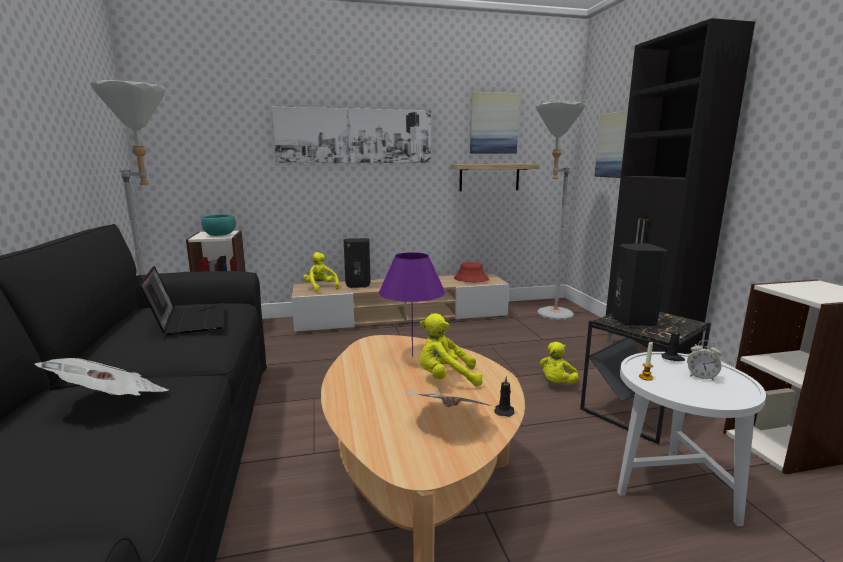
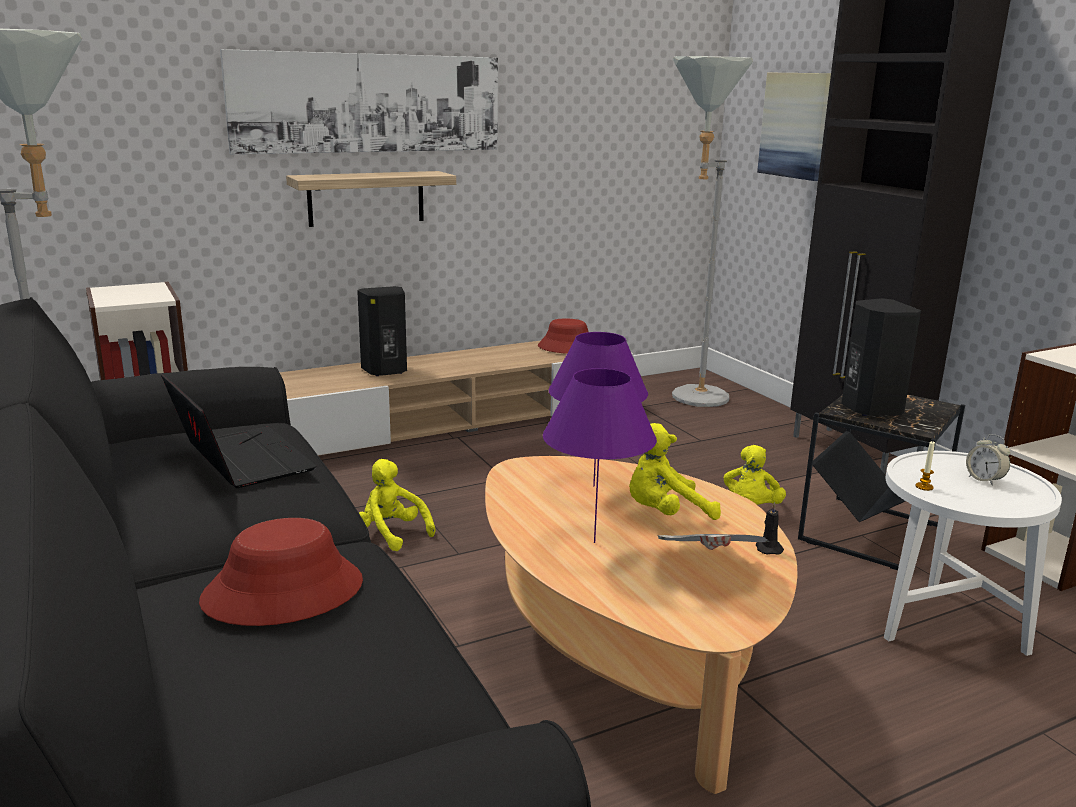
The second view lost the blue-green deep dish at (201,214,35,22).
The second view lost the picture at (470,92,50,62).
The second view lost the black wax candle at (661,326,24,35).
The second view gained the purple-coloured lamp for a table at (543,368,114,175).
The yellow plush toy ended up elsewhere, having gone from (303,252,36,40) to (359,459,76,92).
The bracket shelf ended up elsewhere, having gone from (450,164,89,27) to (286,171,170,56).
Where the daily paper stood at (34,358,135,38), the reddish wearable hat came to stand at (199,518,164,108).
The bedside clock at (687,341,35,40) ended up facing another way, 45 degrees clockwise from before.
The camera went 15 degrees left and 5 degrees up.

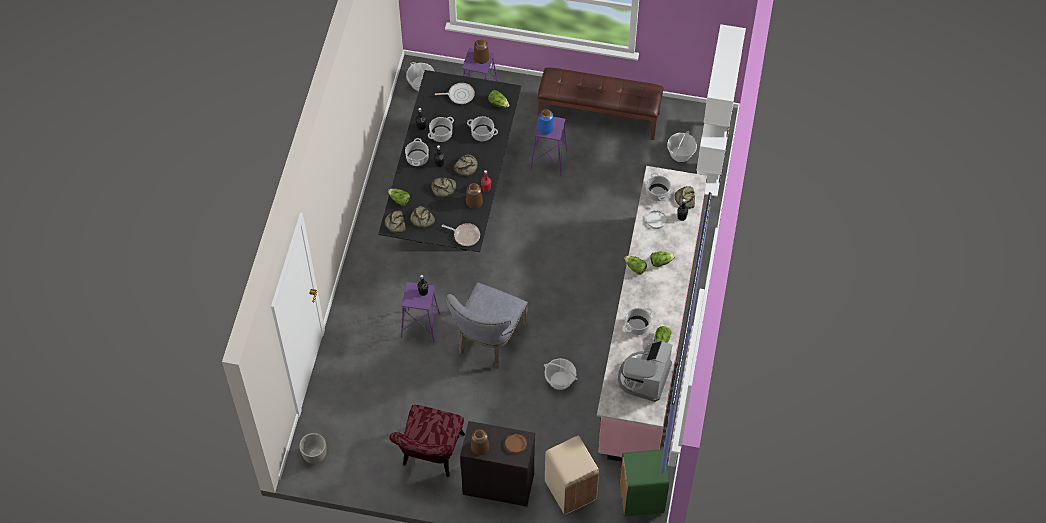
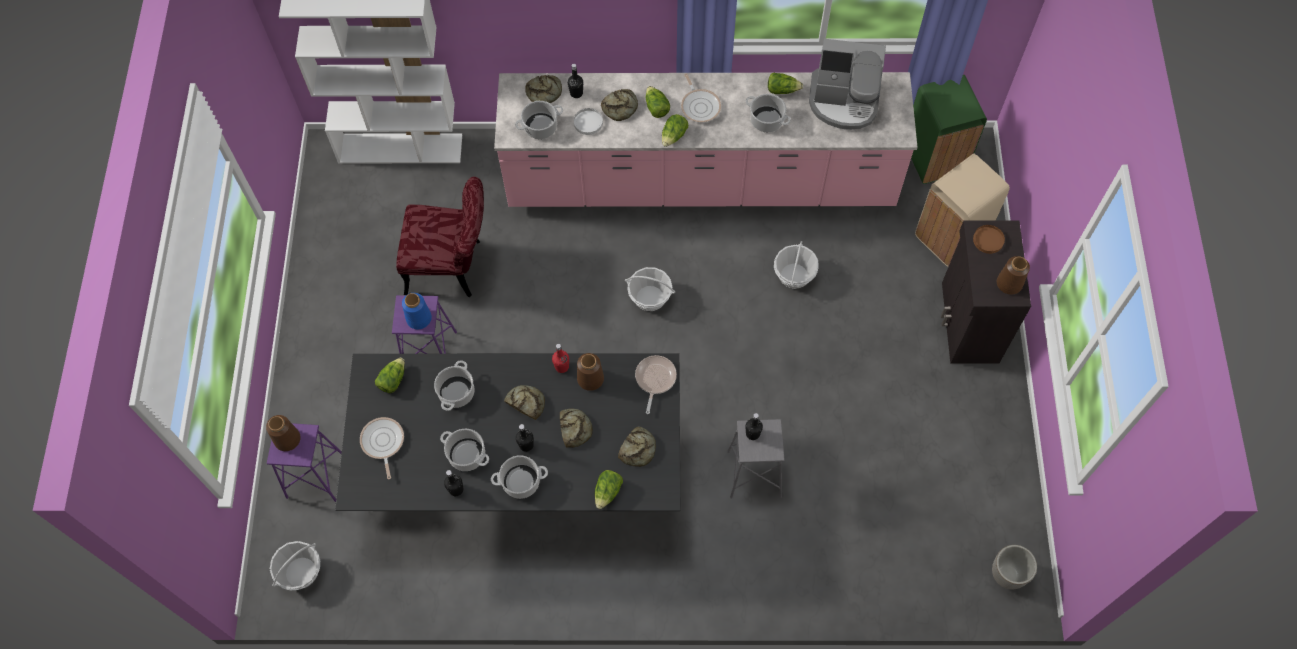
The second view lost the greyish chair at (446,283,82,86).
The second view lost the brownish bench at (538,67,125,73).
The second view gained the pan at (681,74,40,48).
The baked bread ended up elsewhere, having gone from (385,211,21,22) to (601,89,37,32).
The reddish chair ended up elsewhere, having gone from (389,405,76,72) to (396,177,88,120).
The basket ended up elsewhere, having gone from (667,131,30,31) to (625,267,50,44).
What was the purple-coloured sitting stool at (401,282,39,61) turned into the greyish sitting stool at (727,419,58,79).
The camera went 100 degrees left and 5 degrees up.

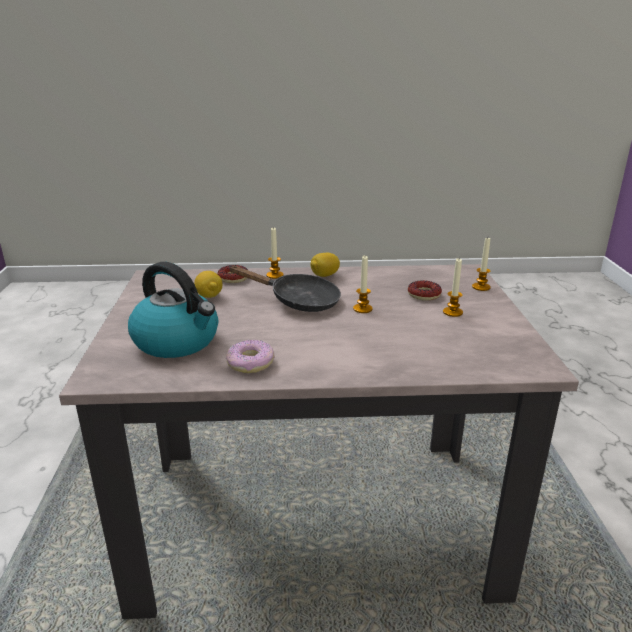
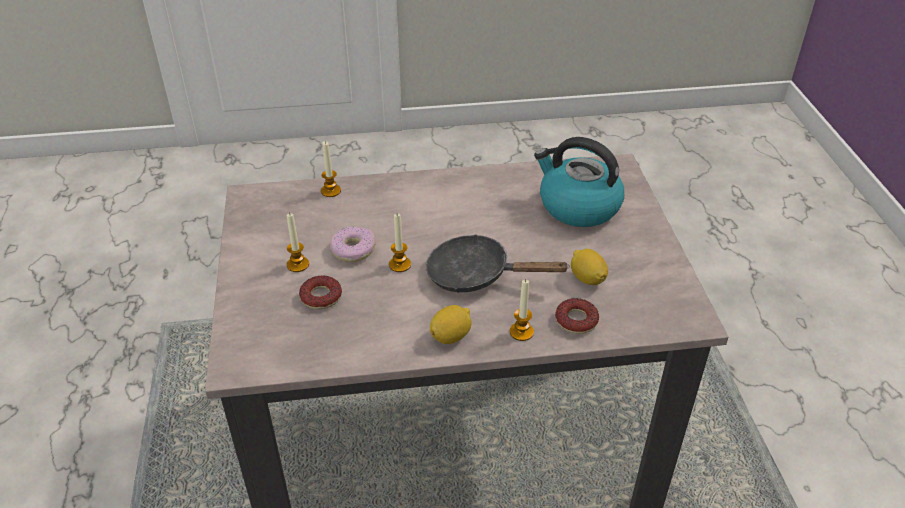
The doughnut ended up elsewhere, having gone from (226,340,49,33) to (330,226,46,36).
The wax candle ended up elsewhere, having gone from (472,238,19,53) to (321,141,20,56).
The camera went 175 degrees right and 15 degrees up.

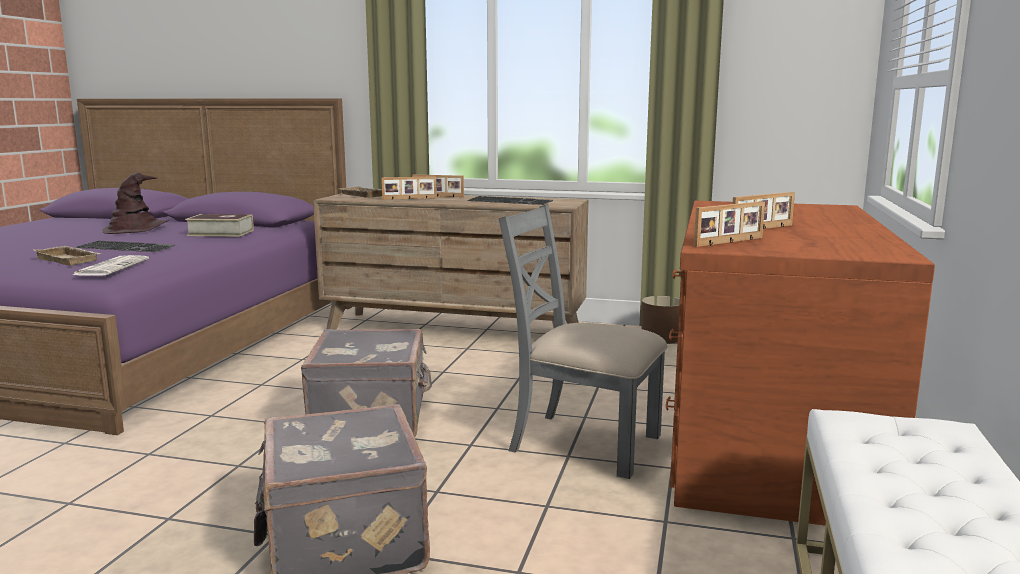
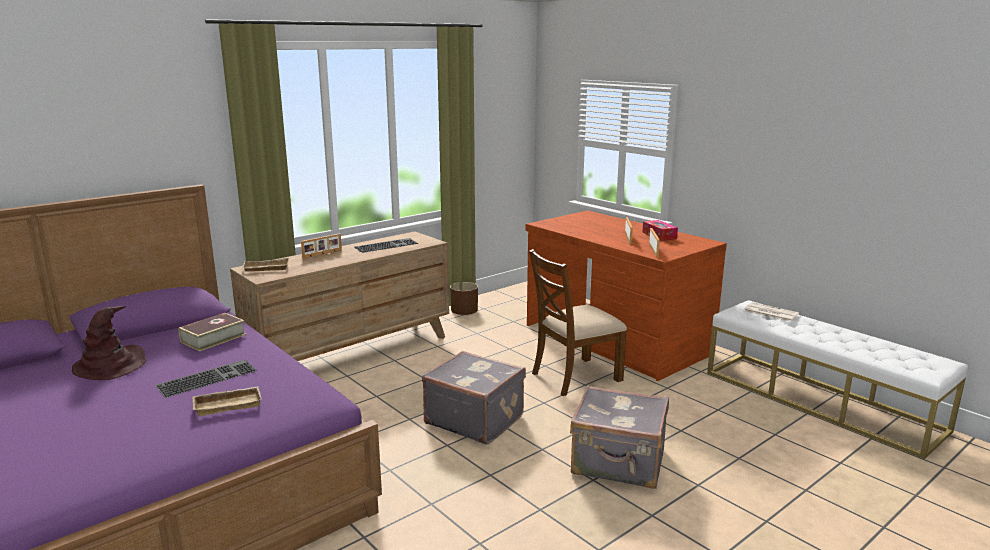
The second view lost the standing frame at (382,176,55,24).
The second view gained the tissue box at (642,220,36,21).
The daily paper ended up elsewhere, having gone from (73,255,76,21) to (744,302,55,20).
What was the greyish chair at (499,204,168,275) turned into the brownish chair at (529,249,98,147).
The camera went 55 degrees left and 5 degrees up.

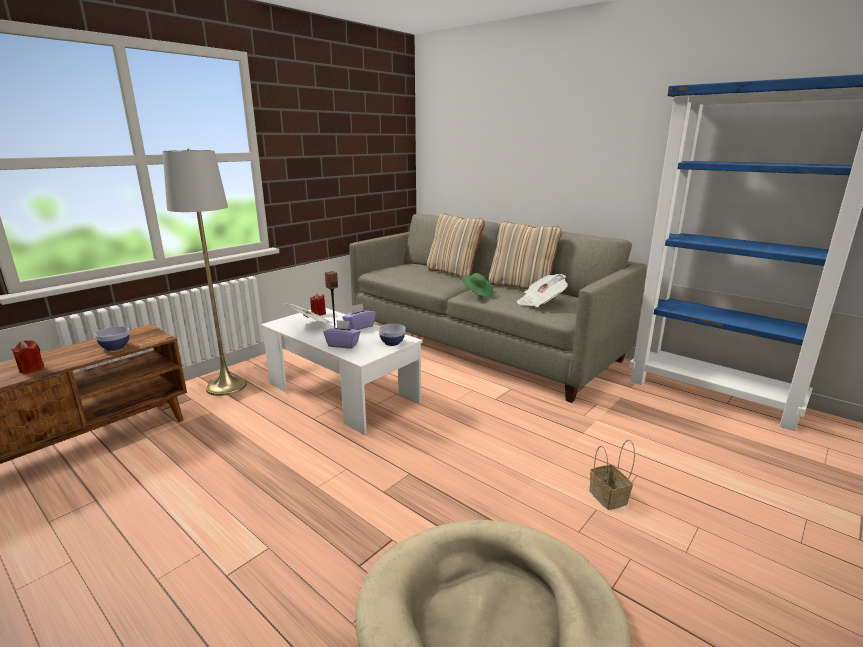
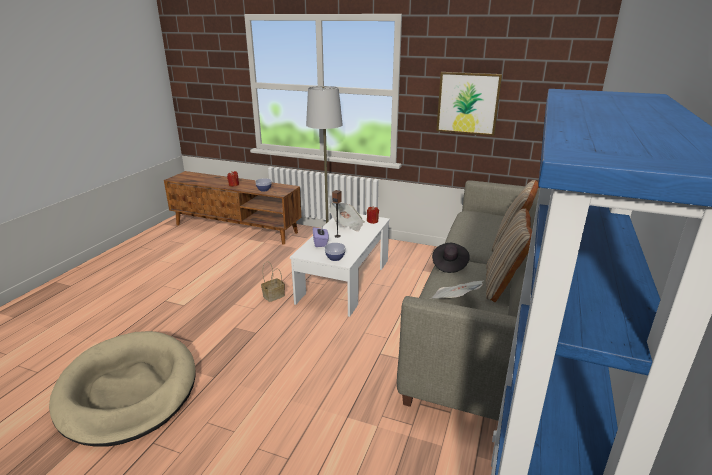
The second view lost the purple-coloured tissue box at (342,303,34,27).
The second view gained the picture at (436,72,66,64).
The basket ended up elsewhere, having gone from (589,439,46,71) to (261,261,24,41).
What was the green-coloured wearable hat at (462,273,31,24) turned into the black wearable hat at (432,243,38,30).
The camera went 70 degrees right and 5 degrees up.

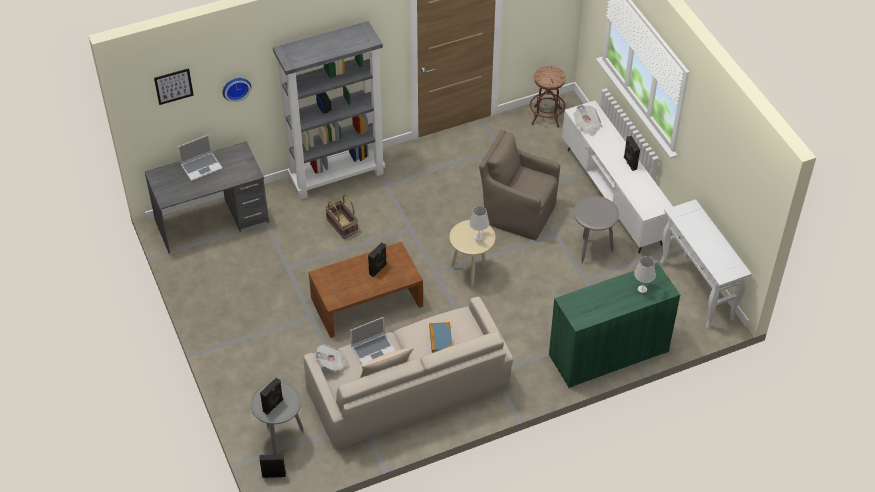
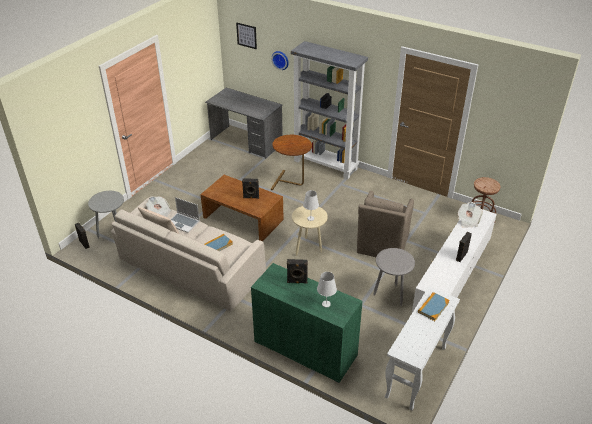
The second view lost the notebook computer at (178,134,45,47).
The second view gained the bound book at (418,292,32,29).
The black speaker ended up elsewhere, having gone from (260,378,23,37) to (287,259,21,25).
Where the basket stood at (325,194,33,45), the brownish side table came to stand at (271,135,41,55).
The brownish armchair at (479,130,81,110) ended up facing another way, 150 degrees counterclockwise from before.
The camera went 55 degrees right and 10 degrees down.

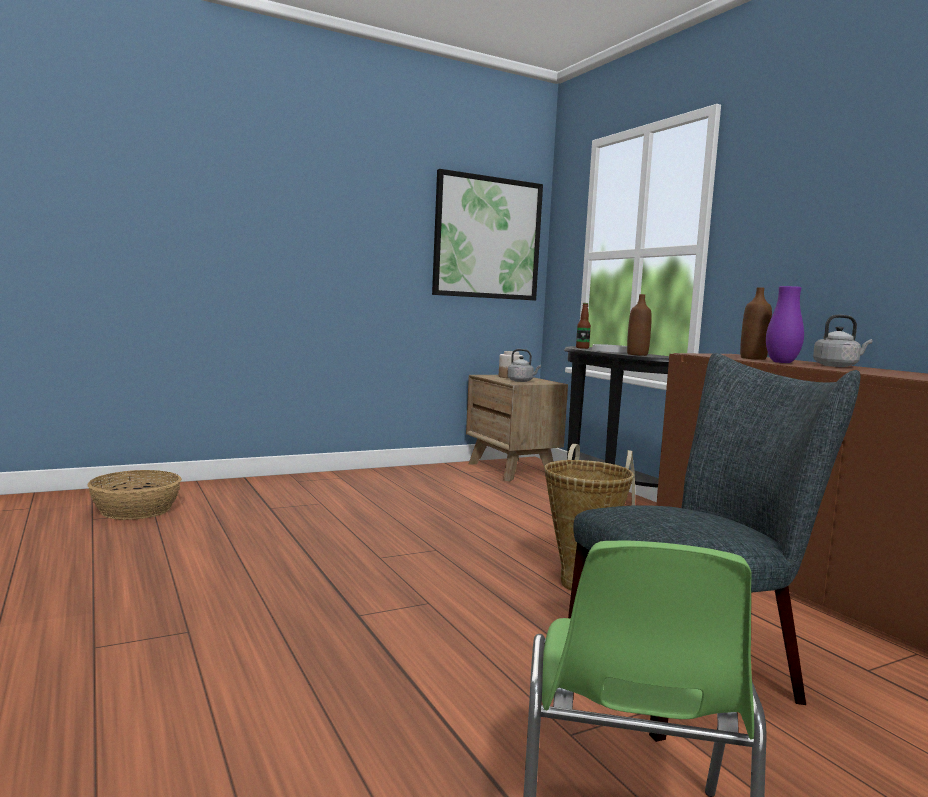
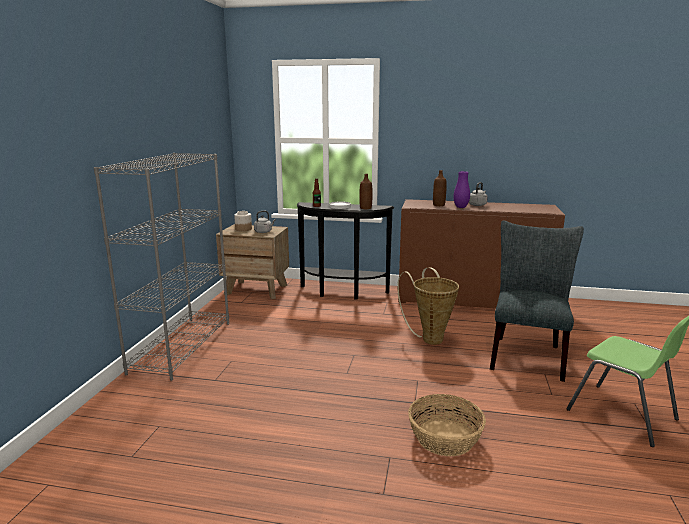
The second view lost the picture at (432,169,111,131).
The second view gained the greyish bookshelf at (94,153,135,228).
The basket ended up elsewhere, having gone from (87,470,95,50) to (408,394,78,62).
The camera went 50 degrees left and 10 degrees up.

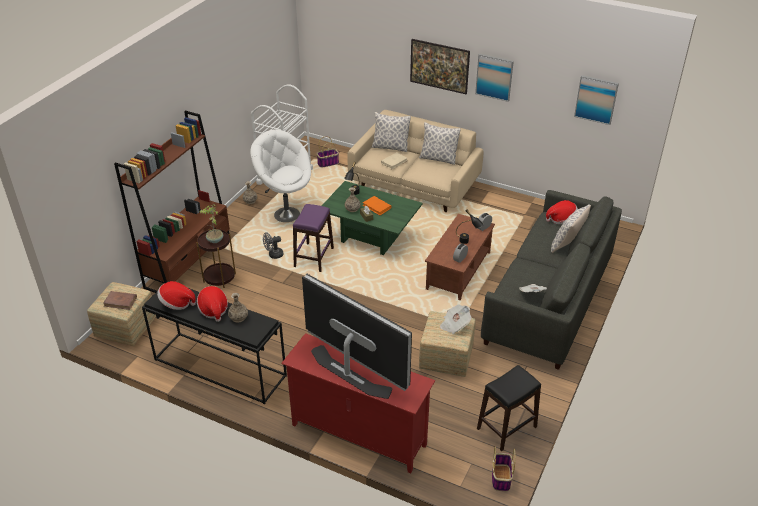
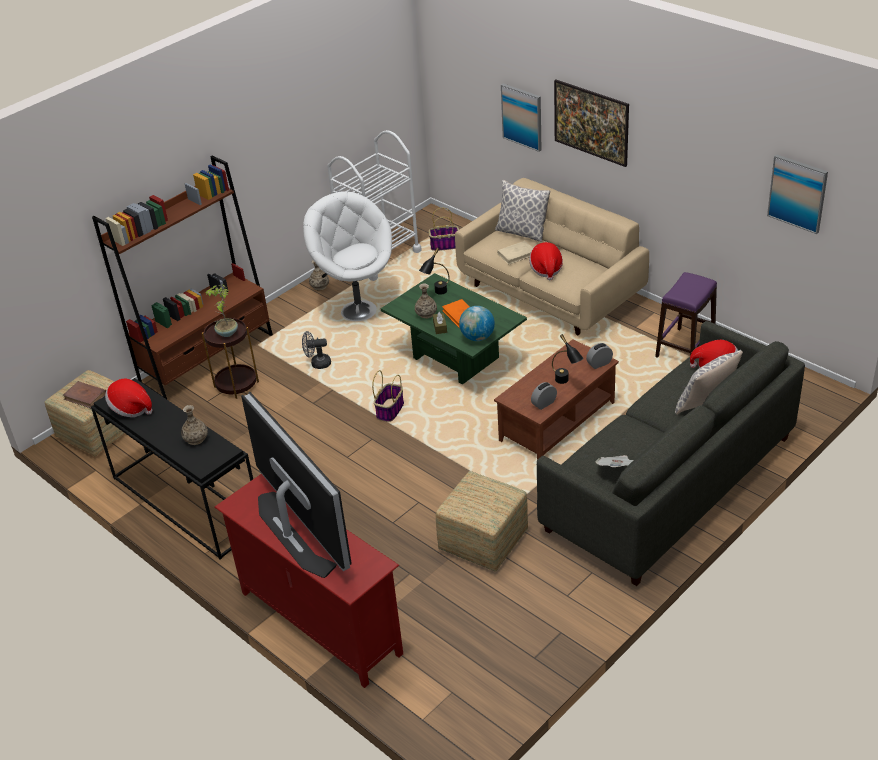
The second view lost the throw pillow at (419,122,42,43).
The second view lost the daily paper at (440,304,32,30).
The second view lost the black sitting stool at (477,365,64,86).
The second view gained the desk globe at (459,306,36,35).
The wearable hat ended up elsewhere, having gone from (197,286,31,36) to (529,242,34,38).
The purple-coloured sitting stool ended up elsewhere, having gone from (293,204,41,68) to (655,272,62,86).
The picture ended up elsewhere, having gone from (475,54,39,48) to (501,83,40,69).
The basket ended up elsewhere, having gone from (492,447,23,44) to (372,370,32,52).
The camera went 20 degrees right and 0 degrees up.

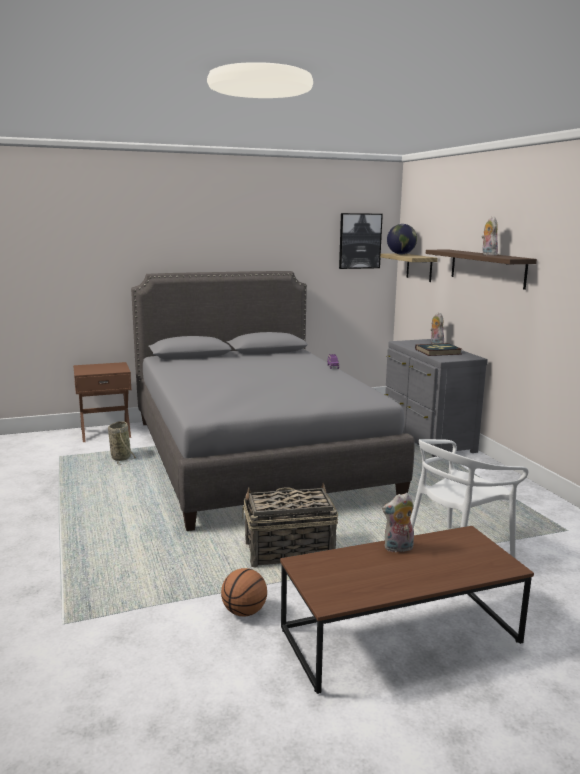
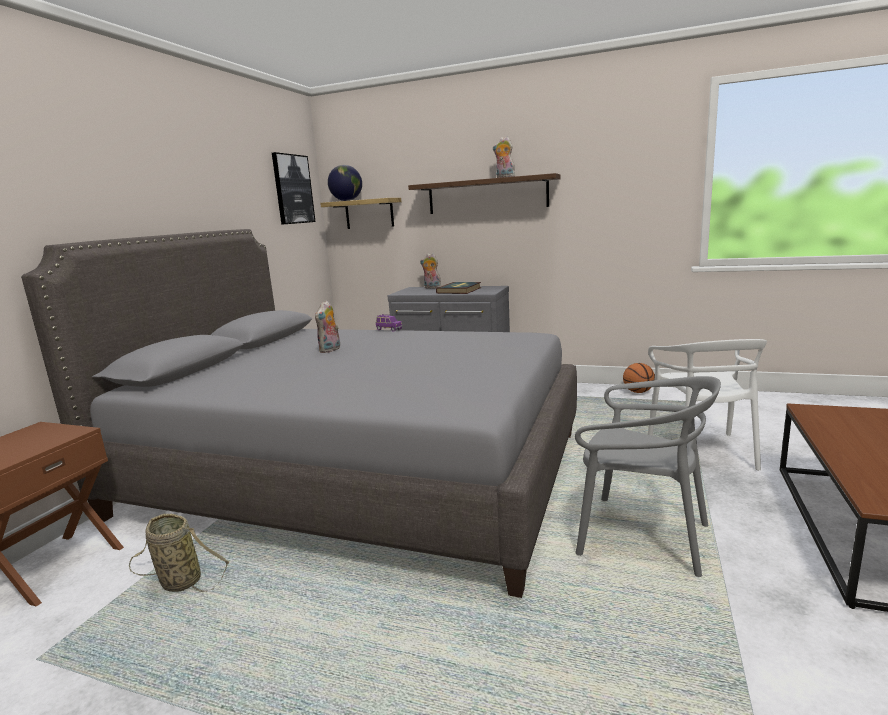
The basketball ball ended up elsewhere, having gone from (221,568,46,49) to (623,363,32,30).
The plush toy ended up elsewhere, having gone from (382,493,32,60) to (315,301,25,52).
Where the basket stood at (242,483,96,85), the greyish chair came to stand at (575,376,146,201).
The camera went 50 degrees left and 0 degrees up.

